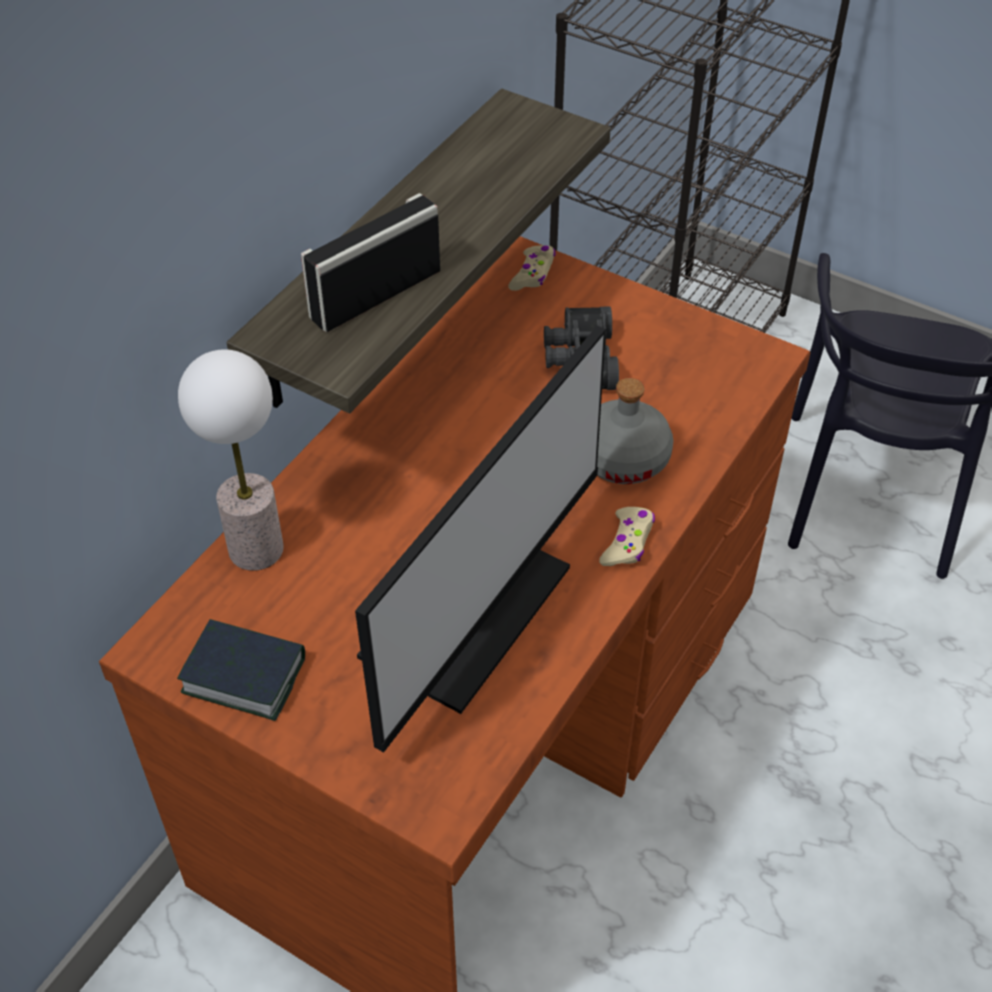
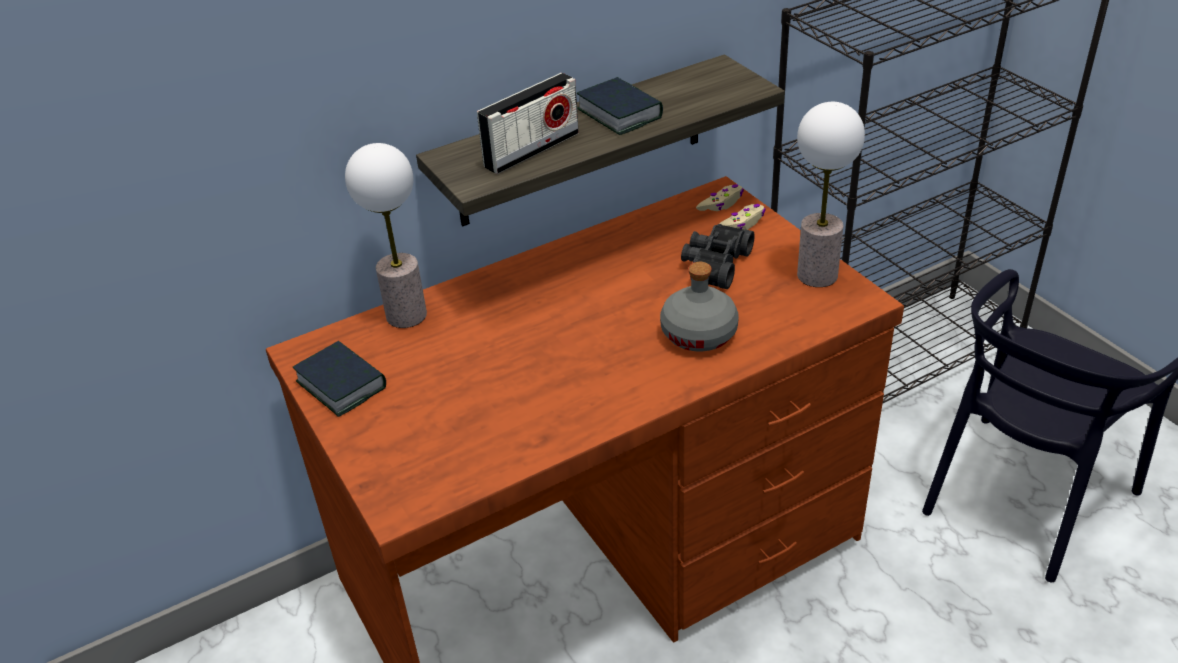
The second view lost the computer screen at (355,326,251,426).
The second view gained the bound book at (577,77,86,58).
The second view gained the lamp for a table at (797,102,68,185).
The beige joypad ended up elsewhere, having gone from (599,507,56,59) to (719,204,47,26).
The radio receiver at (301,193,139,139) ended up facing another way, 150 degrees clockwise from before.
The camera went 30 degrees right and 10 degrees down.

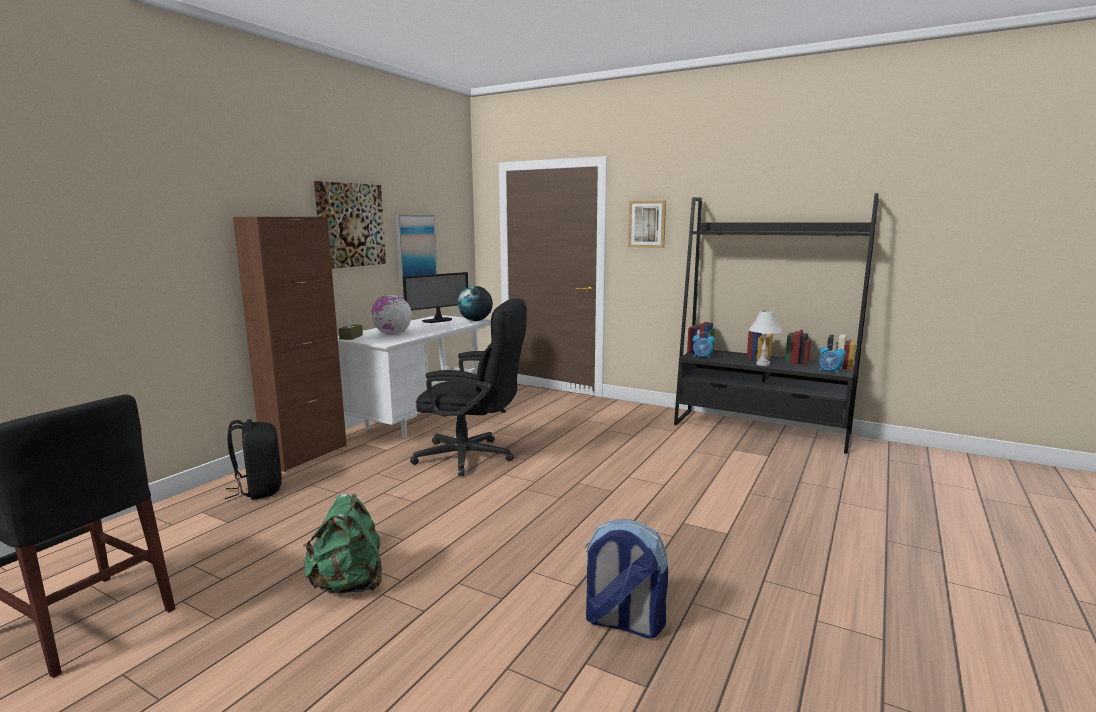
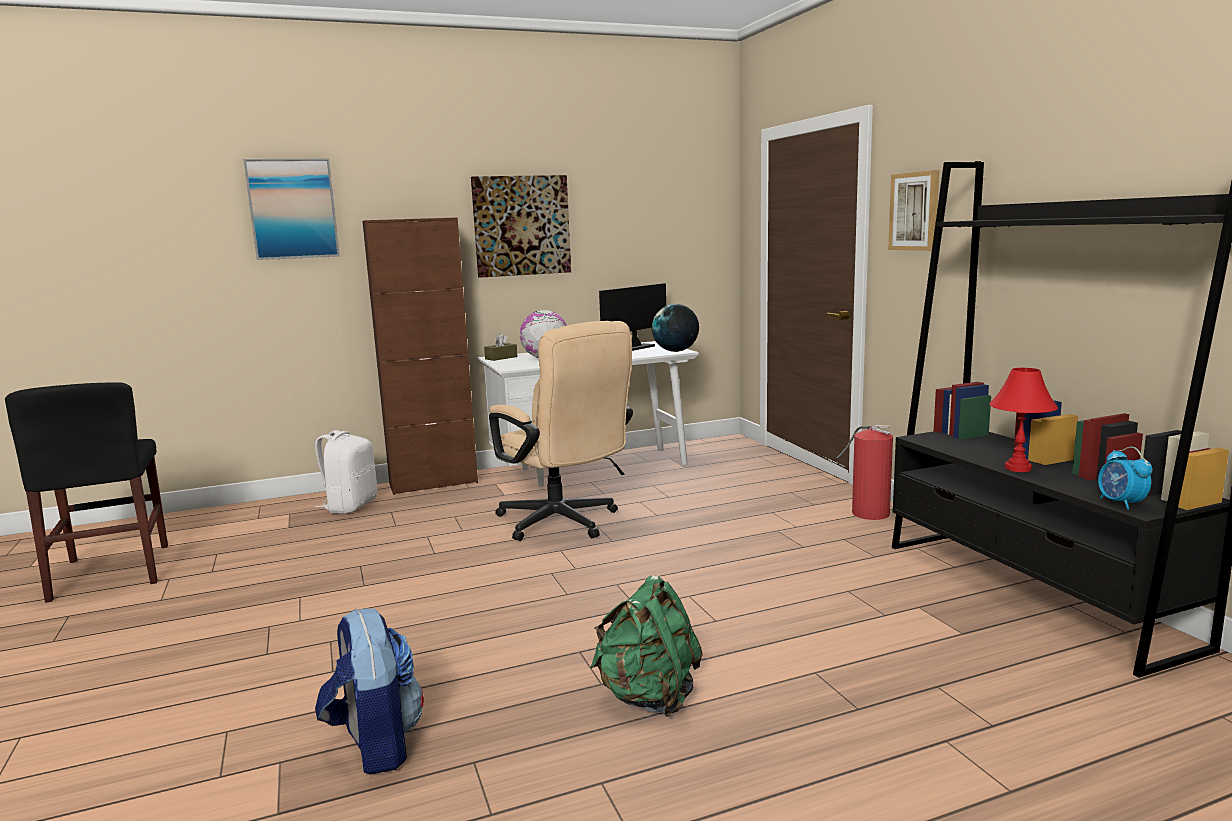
The second view lost the bedside clock at (693,332,22,27).
The second view gained the fire extinguisher at (836,425,57,95).
The green-coloured backpack ended up elsewhere, having gone from (303,494,79,100) to (590,575,113,142).
The picture ended up elsewhere, having gone from (395,215,42,67) to (243,159,97,101).
What was the black backpack at (225,419,57,81) turned into the white-coloured backpack at (315,430,62,84).
What was the black computer chair at (410,298,117,178) turned into the beige computer chair at (489,321,144,220).
What was the white-coloured lamp for a table at (749,310,34,56) turned into the reddish lamp for a table at (989,368,69,104).
The computer screen at (403,272,65,51) ended up facing another way, 135 degrees clockwise from before.
The camera went 40 degrees right and 0 degrees up.

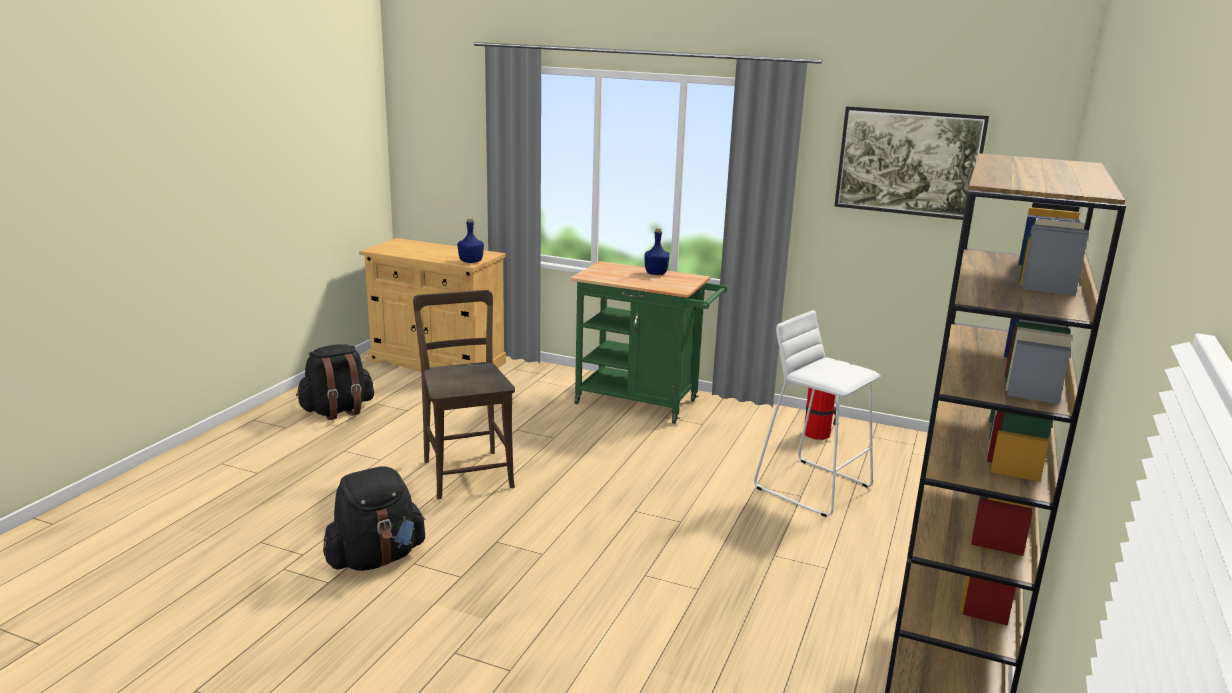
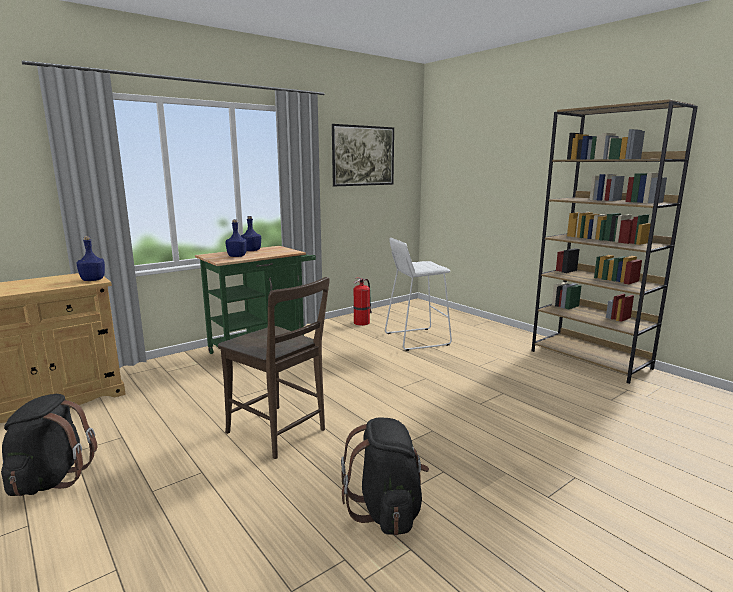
The second view gained the blue-coloured beverage bottle at (225,219,22,38).
The brownish chair at (413,290,102,209) ended up facing another way, 150 degrees counterclockwise from before.
The camera went 60 degrees left and 5 degrees down.

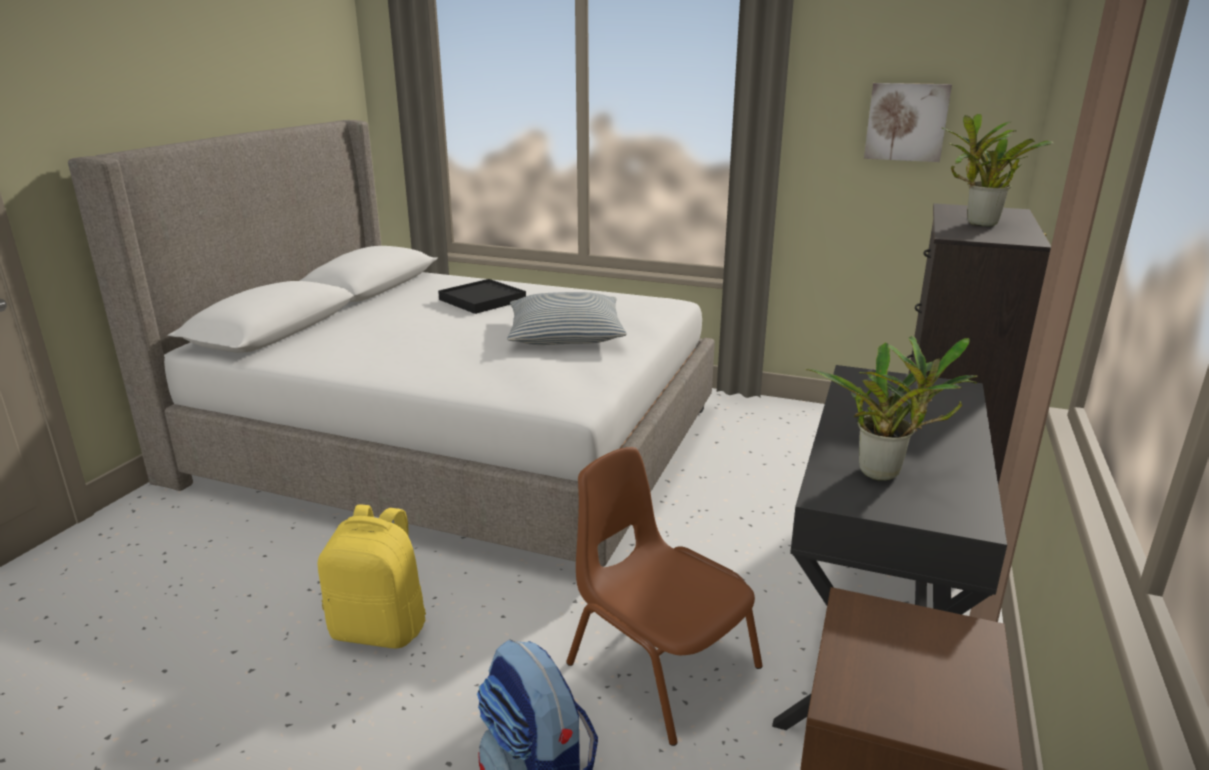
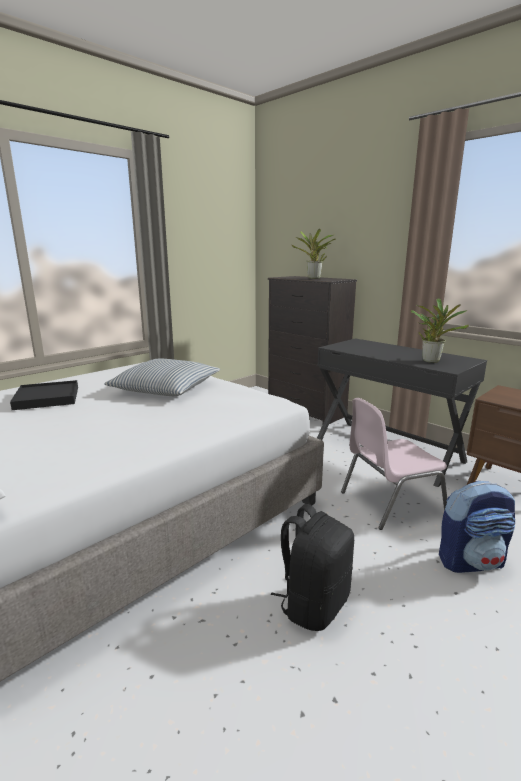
The second view lost the picture at (864,83,88,79).
What was the yellow backpack at (318,504,108,145) turned into the black backpack at (271,504,83,127).
What was the brownish chair at (566,447,197,299) turned into the pink-coloured chair at (341,398,106,132).
The camera went 65 degrees left and 5 degrees down.

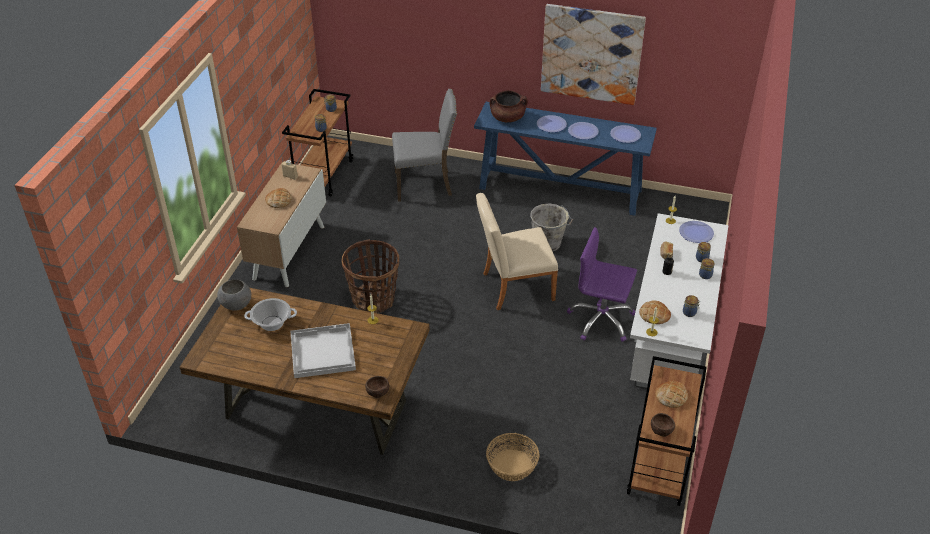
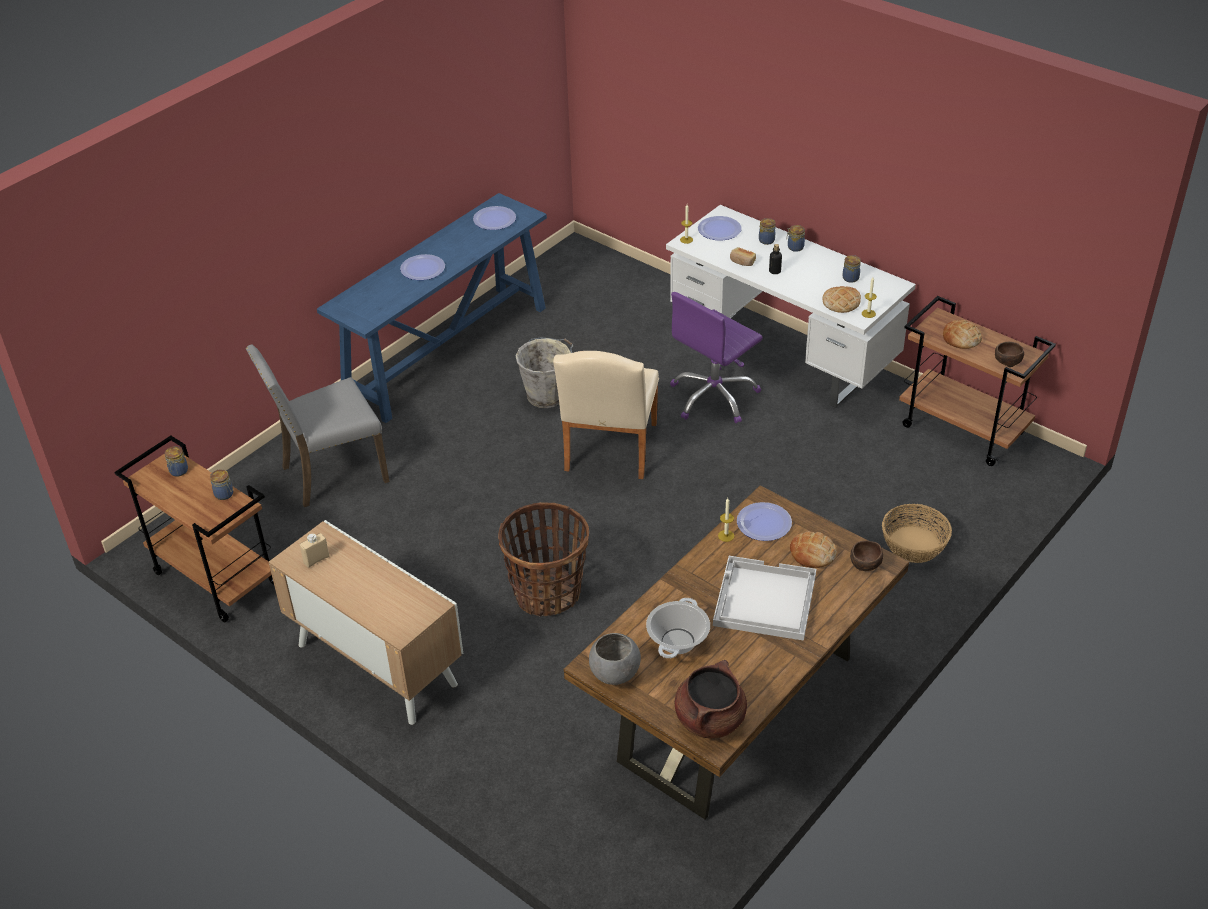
The second view lost the picture at (541,4,105,101).
The baked bread ended up elsewhere, having gone from (265,188,27,20) to (790,531,47,37).
The brownish cooking pot ended up elsewhere, having gone from (490,90,38,33) to (674,660,73,78).
The plate ended up elsewhere, having gone from (568,122,31,17) to (737,502,55,39).
The greyish chair at (392,89,65,113) ended up facing another way, 135 degrees counterclockwise from before.
The camera went 65 degrees left and 0 degrees up.

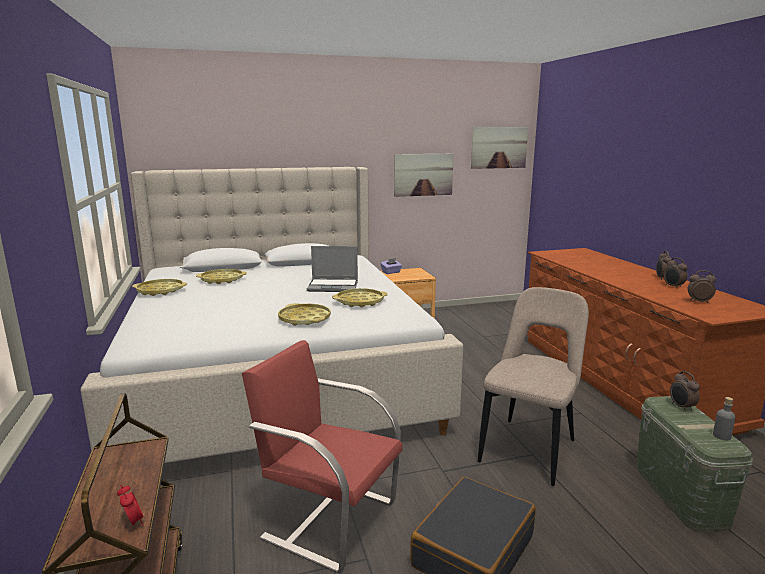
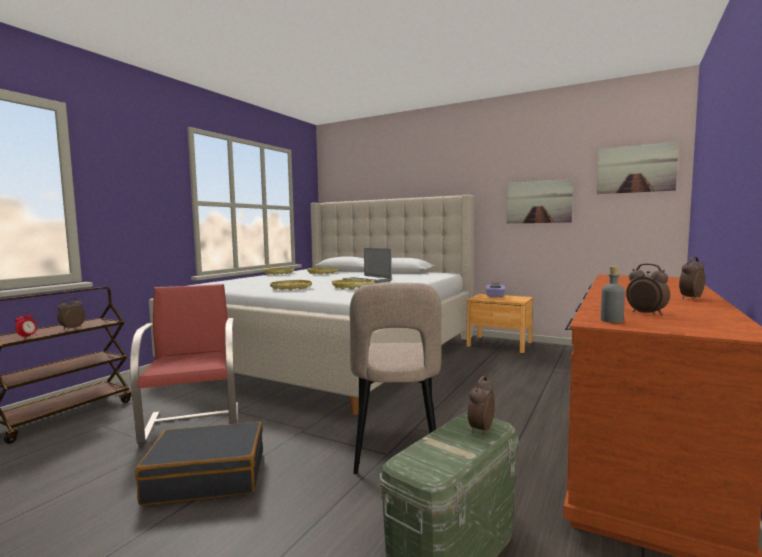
The bedside clock ended up elsewhere, having gone from (664,257,24,31) to (57,298,29,32).
The greyish beverage bottle ended up elsewhere, having gone from (713,397,22,43) to (601,267,24,56).
The beige chair at (478,287,111,199) ended up facing another way, 105 degrees clockwise from before.
The camera went 45 degrees right and 10 degrees down.

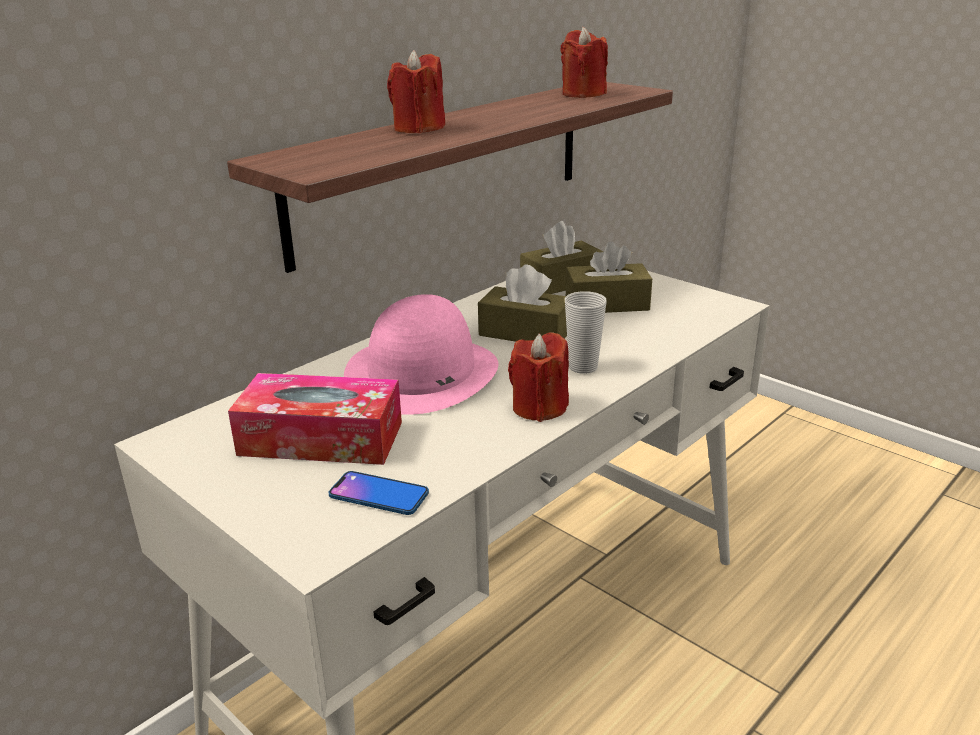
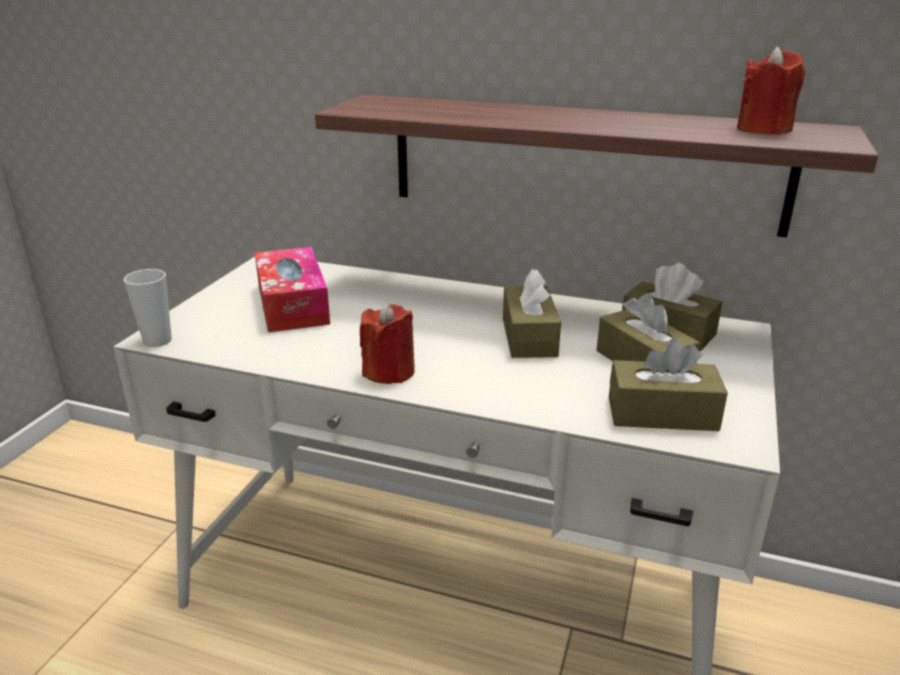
The second view lost the phone at (329,471,100,44).
The second view lost the pink-coloured wearable hat at (344,294,154,121).
The second view lost the reddish wax candle at (387,50,58,83).
The second view gained the brownish tissue box at (609,338,119,93).
The cup ended up elsewhere, having gone from (565,291,42,83) to (124,269,48,78).
The camera went 65 degrees right and 0 degrees up.

